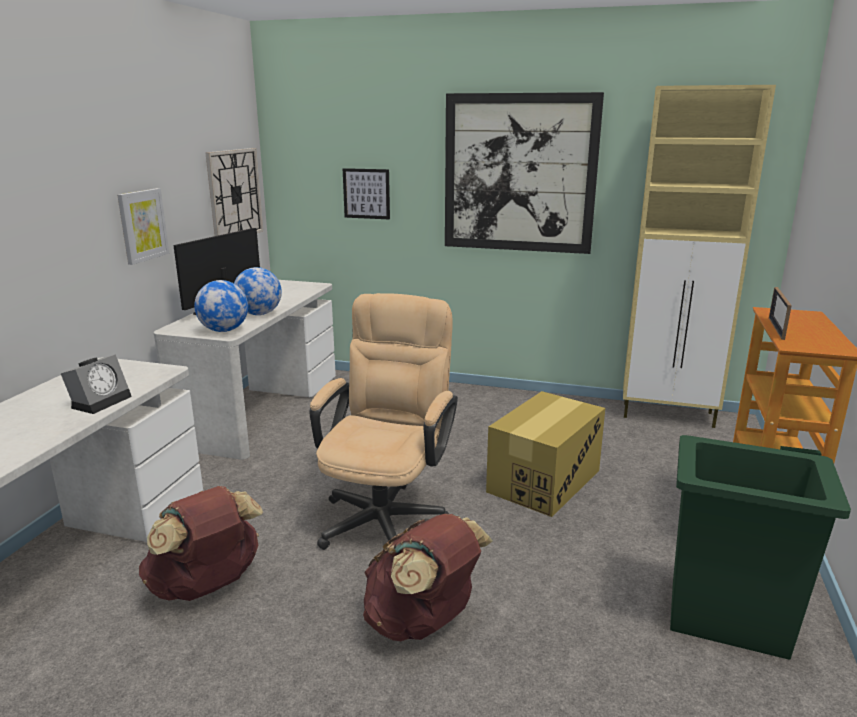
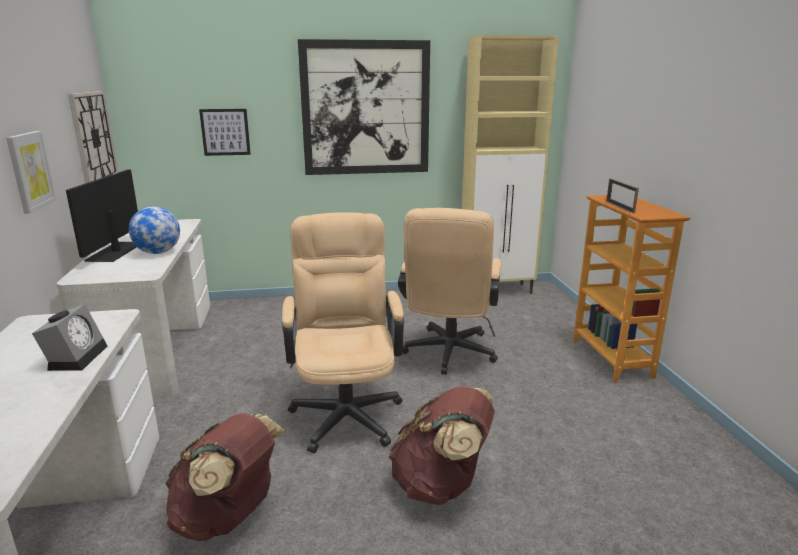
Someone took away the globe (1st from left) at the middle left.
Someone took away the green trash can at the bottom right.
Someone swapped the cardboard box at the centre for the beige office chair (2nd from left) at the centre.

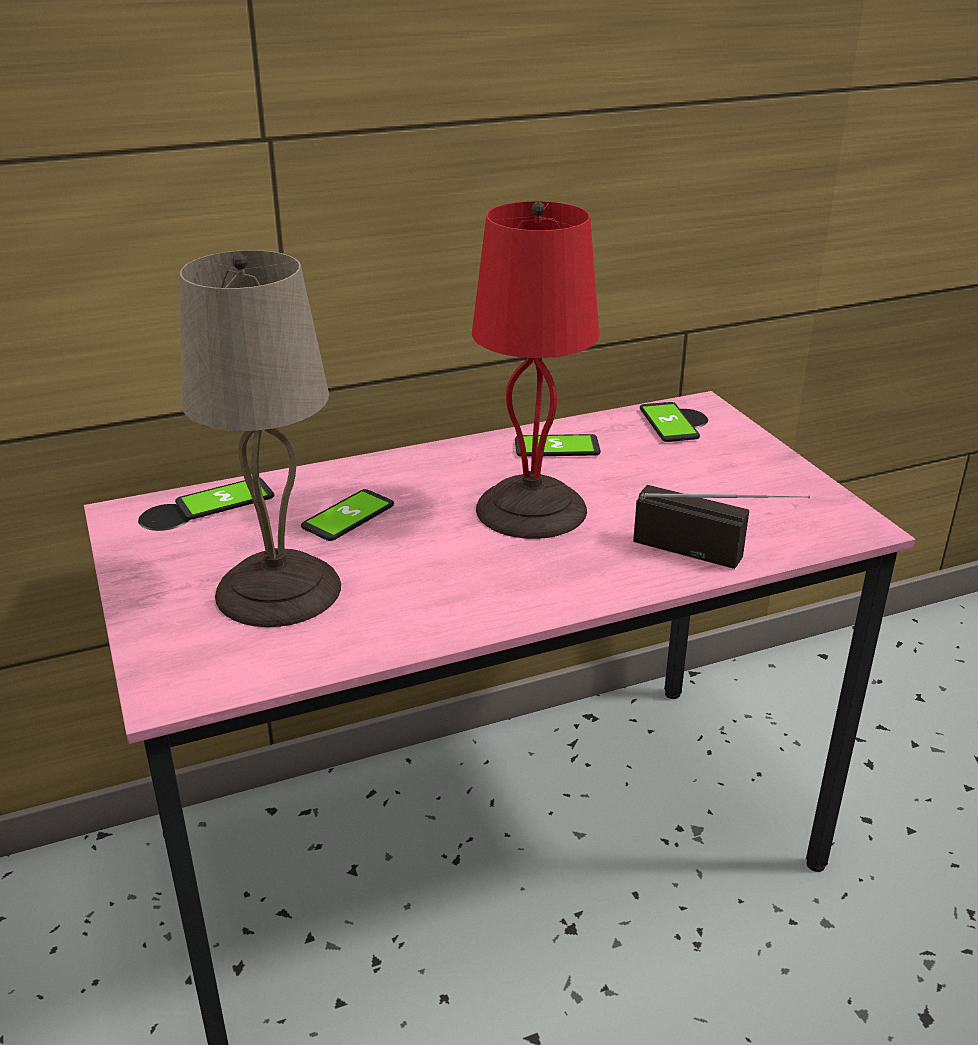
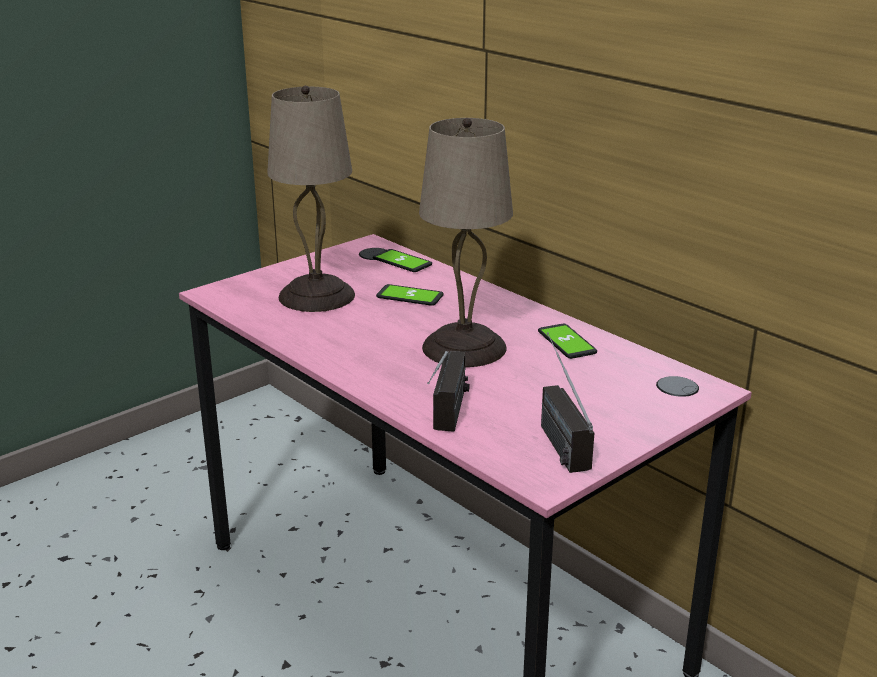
Someone took away the phone (4th from left) at the middle right.
Someone put down the radio (2nd from left) at the centre.
Someone repainted the red table lamp at the centre, which became the beige table lamp (2nd from left) at the centre.

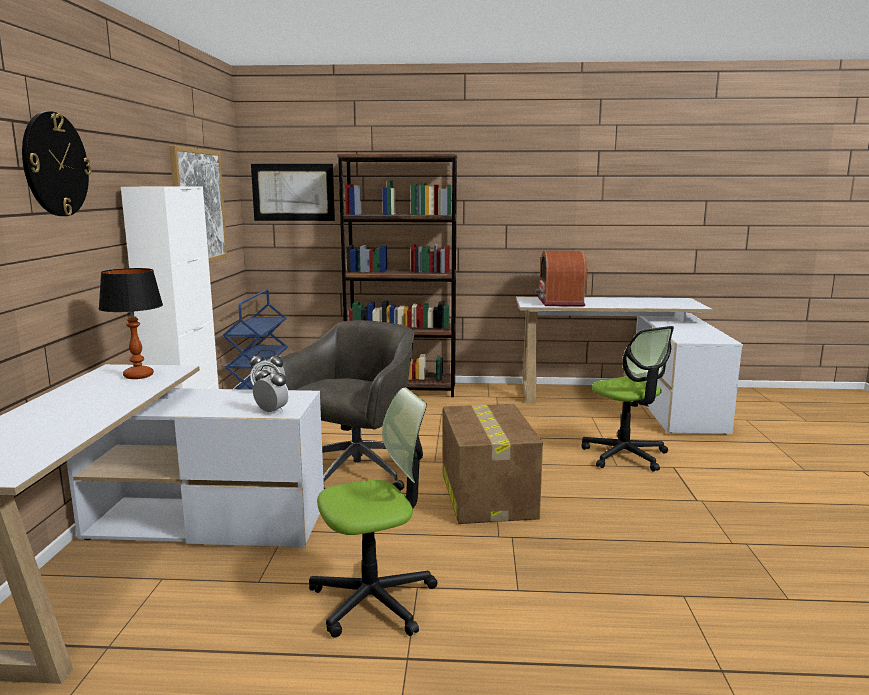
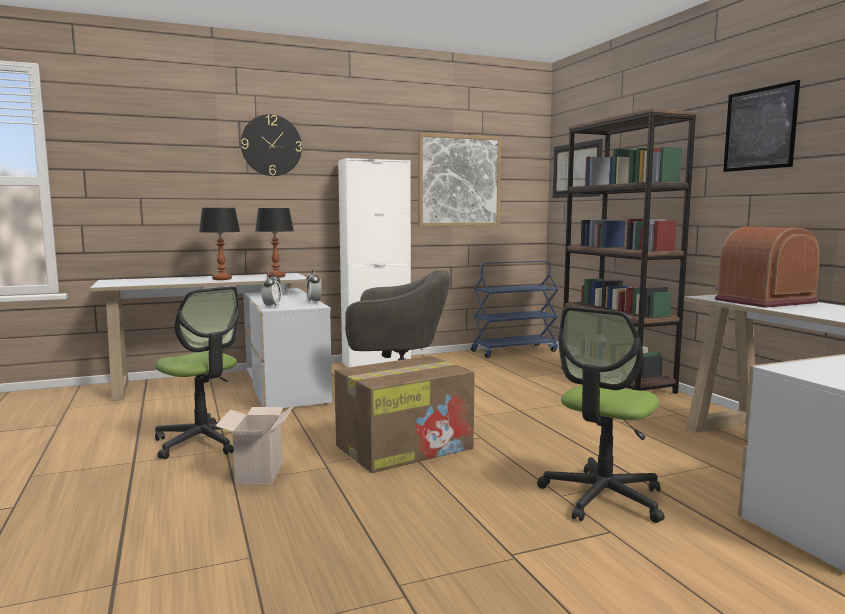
Someone put down the table lamp (1st from left) at the middle left.
Someone put down the cardboard box (1st from left) at the bottom left.
Someone put up the picture (3rd from left) at the top right.

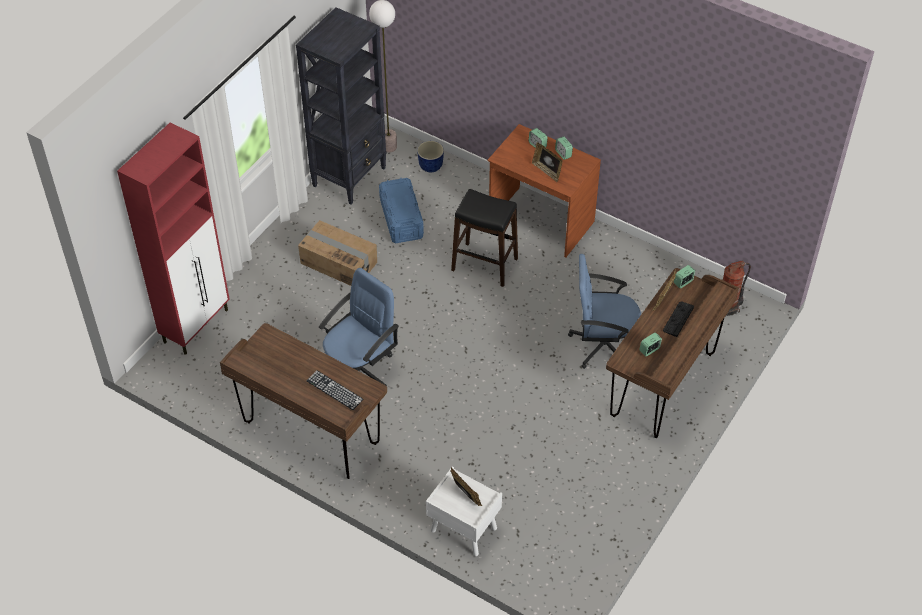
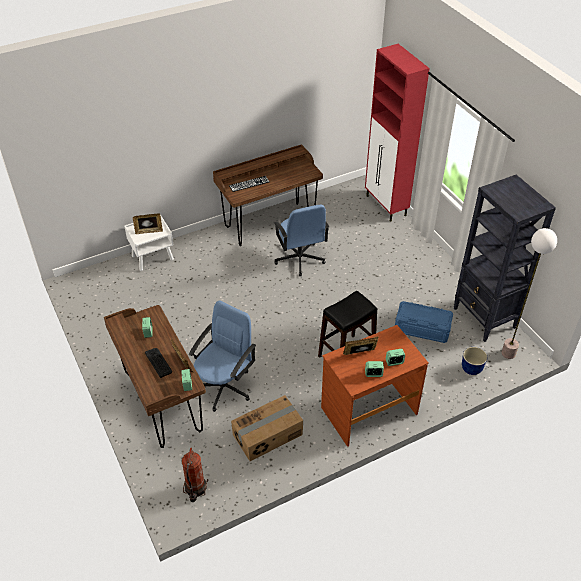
Someone carried the cardboard box from the centre to the bottom centre.

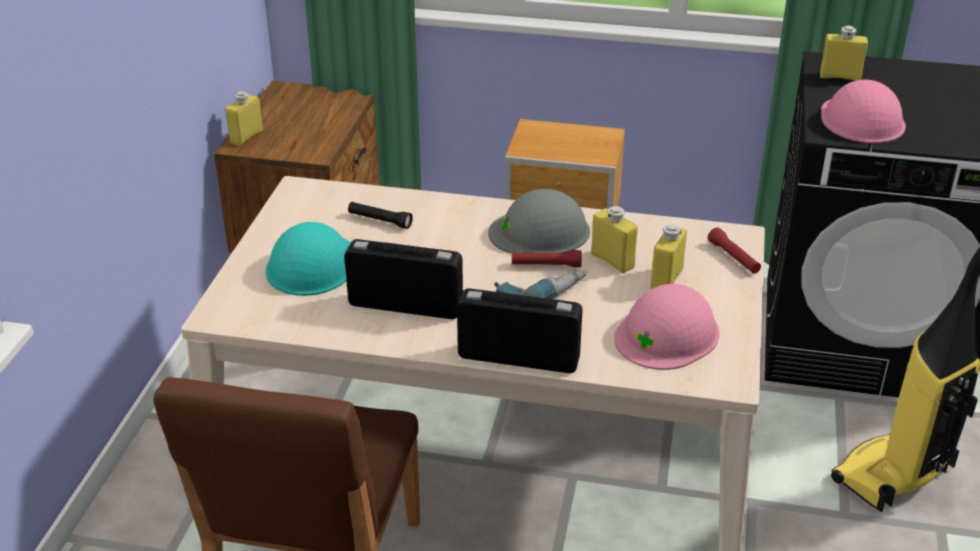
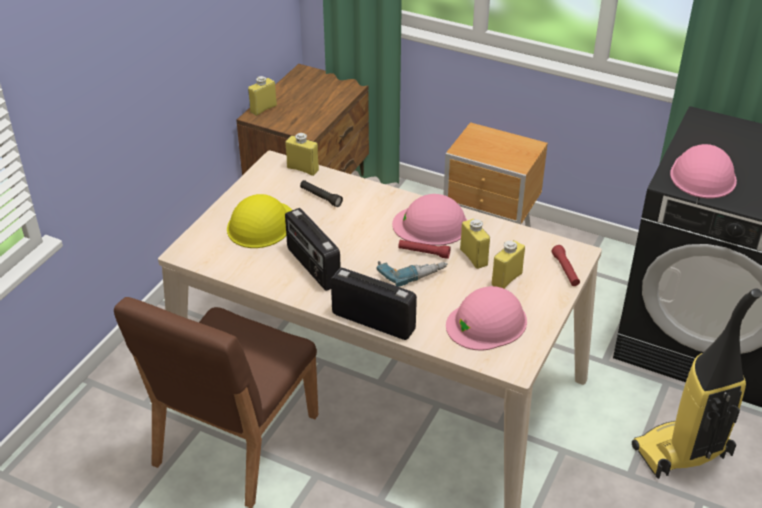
Someone carried the yellow bottle (4th from left in the first image) from the top right to the top centre.
Someone repainted the turquoise hard hat at the middle left, which became the yellow hard hat at the centre.
Someone repainted the grey hard hat at the centre, which became the pink hard hat (1st from left) at the centre.
Someone rotated the radio (1st from left) at the centre by 150 degrees counterclockwise.

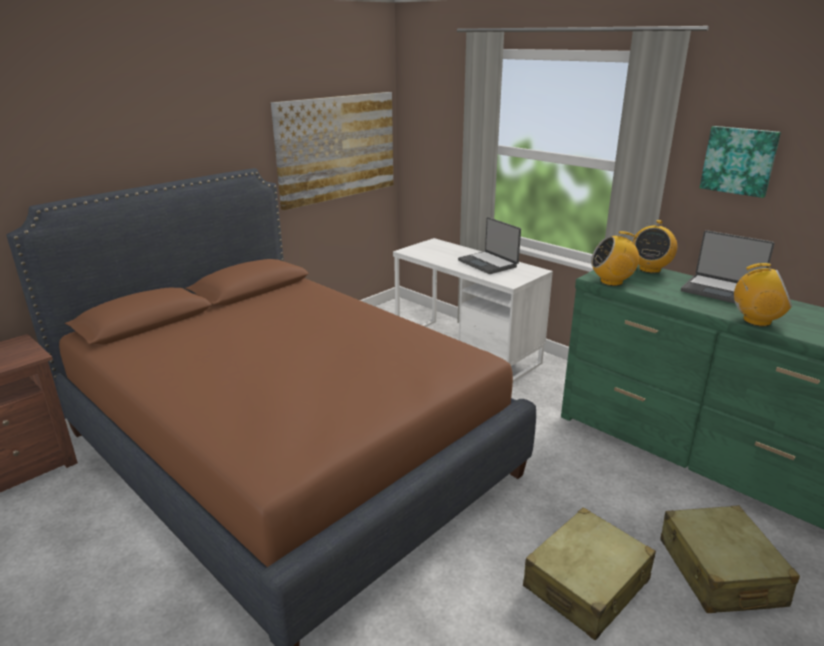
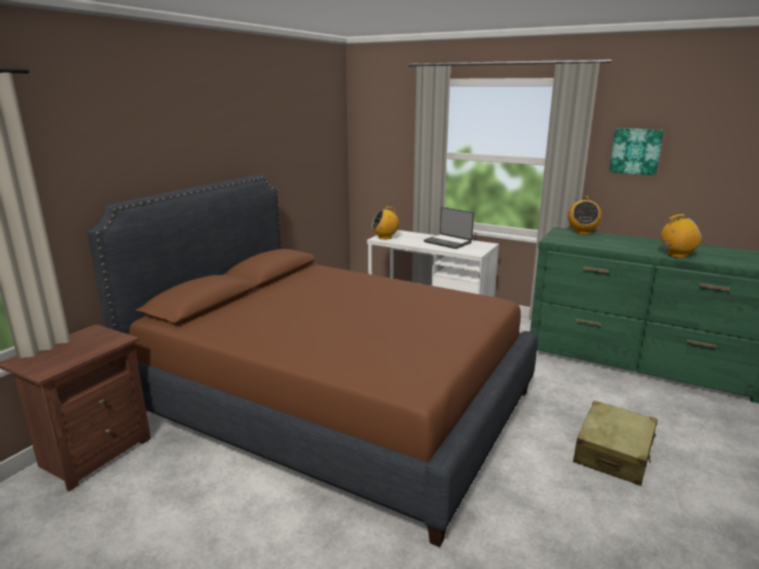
Someone took away the picture (1st from left) at the top centre.
Someone took away the beige suitcase (2nd from left) at the bottom right.
Someone took away the laptop (2nd from left) at the middle right.
Someone carried the radio (1st from left) from the middle right to the centre.

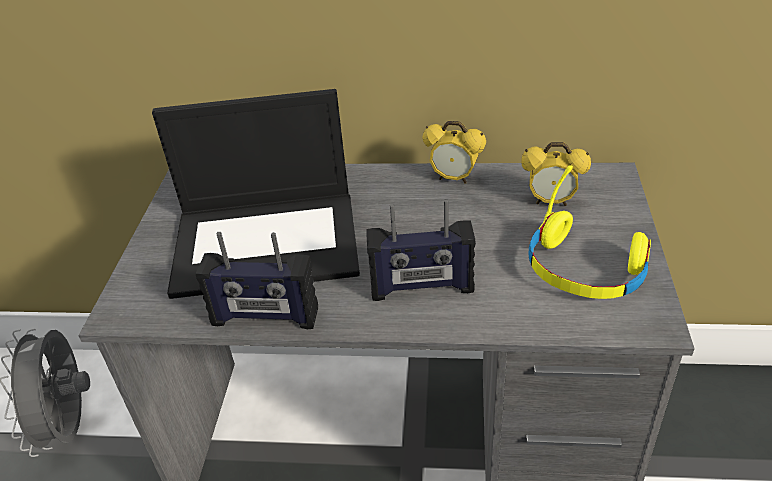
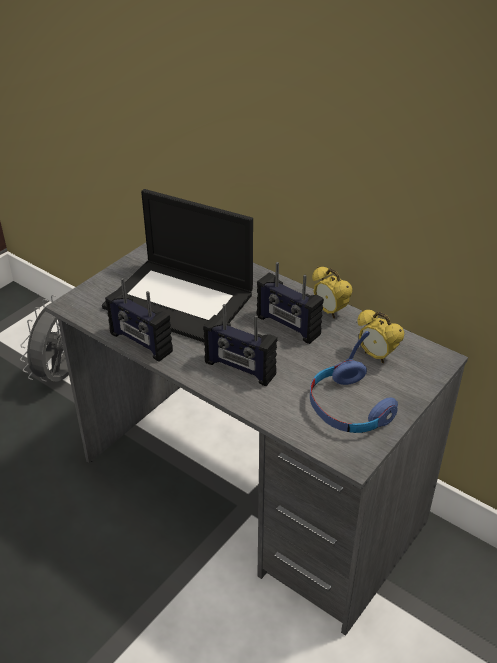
Someone put down the radio (3rd from left) at the centre.
Someone repainted the yellow headphones at the middle right, which became the blue headphones at the middle right.

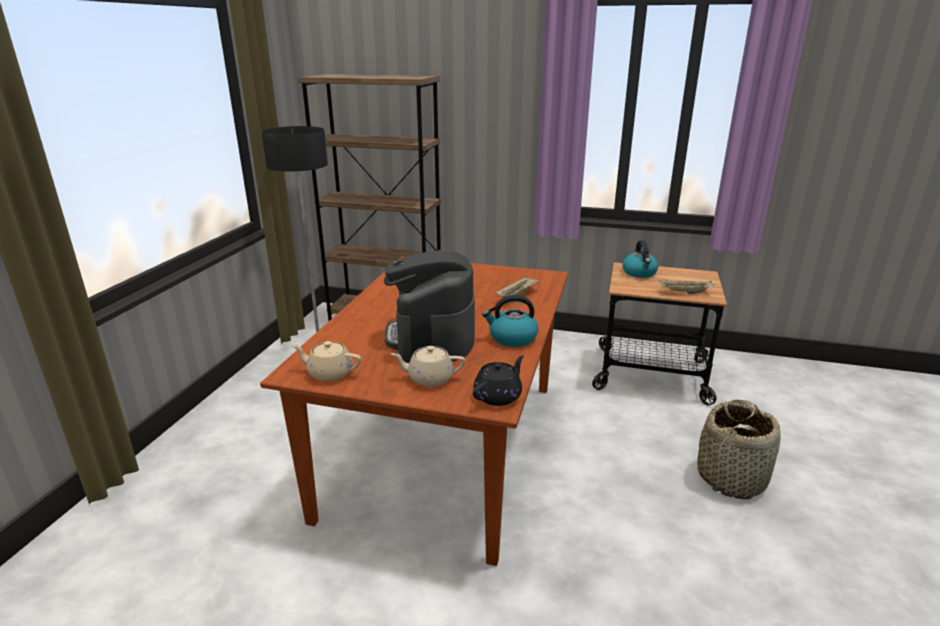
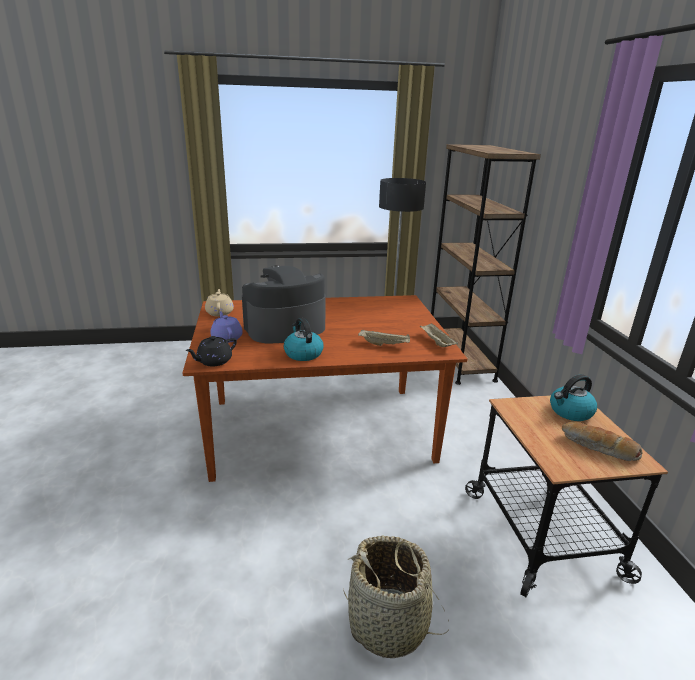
Someone put down the bread at the middle right.
Someone carried the beige tray (2nd from left) from the middle right to the centre.
Someone repainted the beige teapot (2nd from left) at the centre, which became the purple teapot at the middle left.
Someone rotated the black teapot at the centre by 120 degrees clockwise.

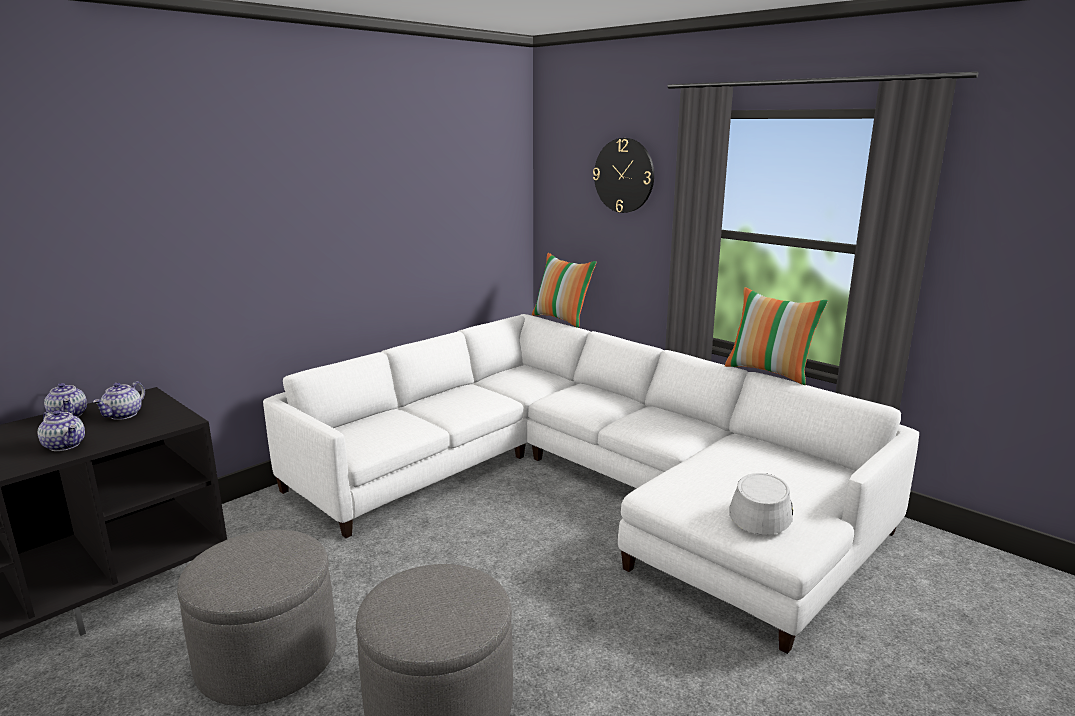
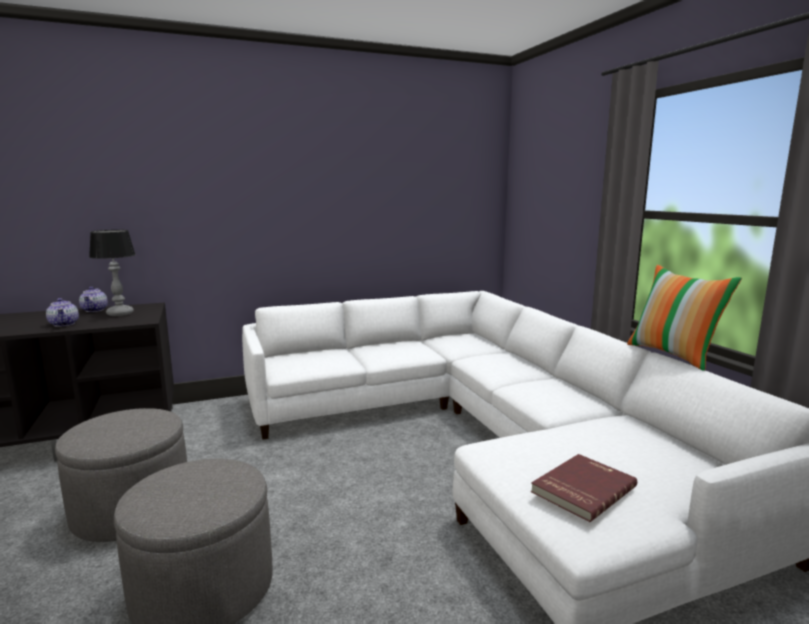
Someone took away the pillow (1st from left) at the centre.
Someone took away the wall clock at the top centre.
Someone swapped the teapot (3rd from left) at the middle left for the table lamp at the middle left.
Someone swapped the grey hat at the bottom right for the red book at the bottom right.

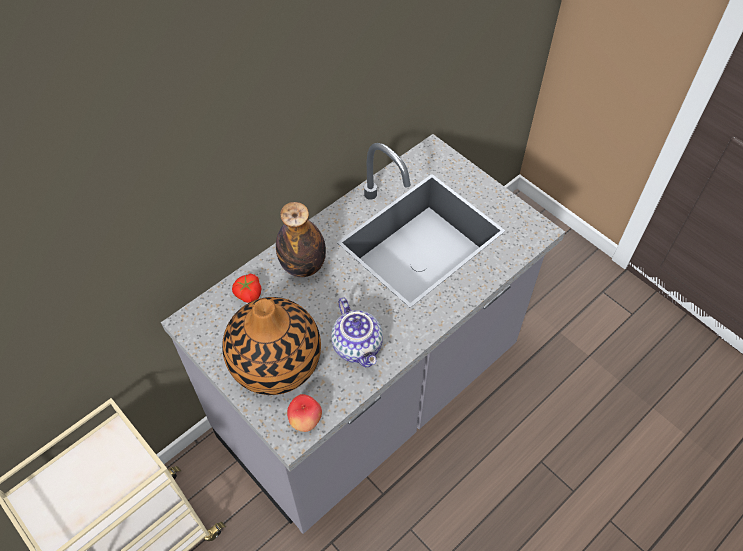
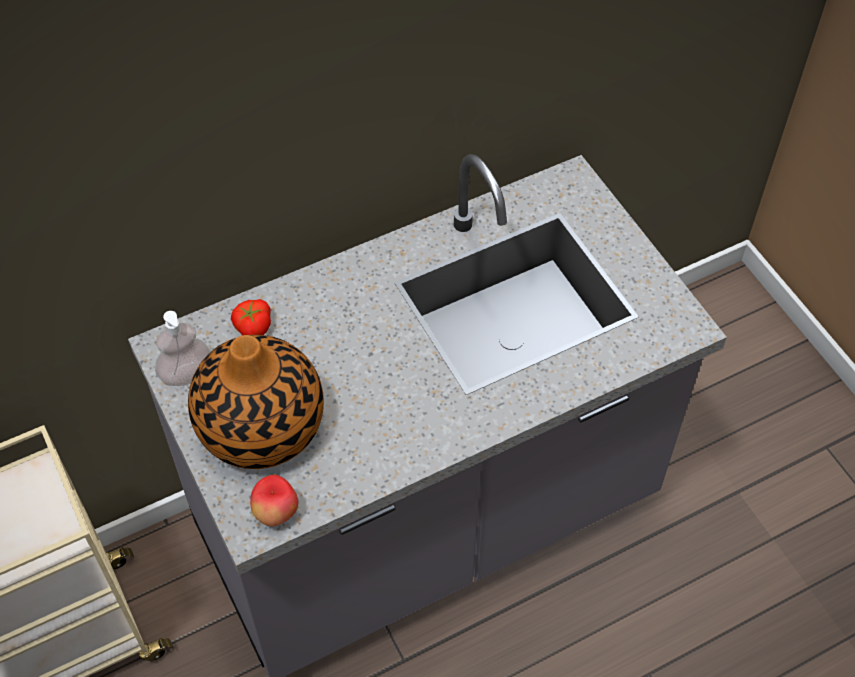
Someone took away the bottle at the centre.
Someone took away the teapot at the centre.
Someone put down the soap dispenser at the middle left.

